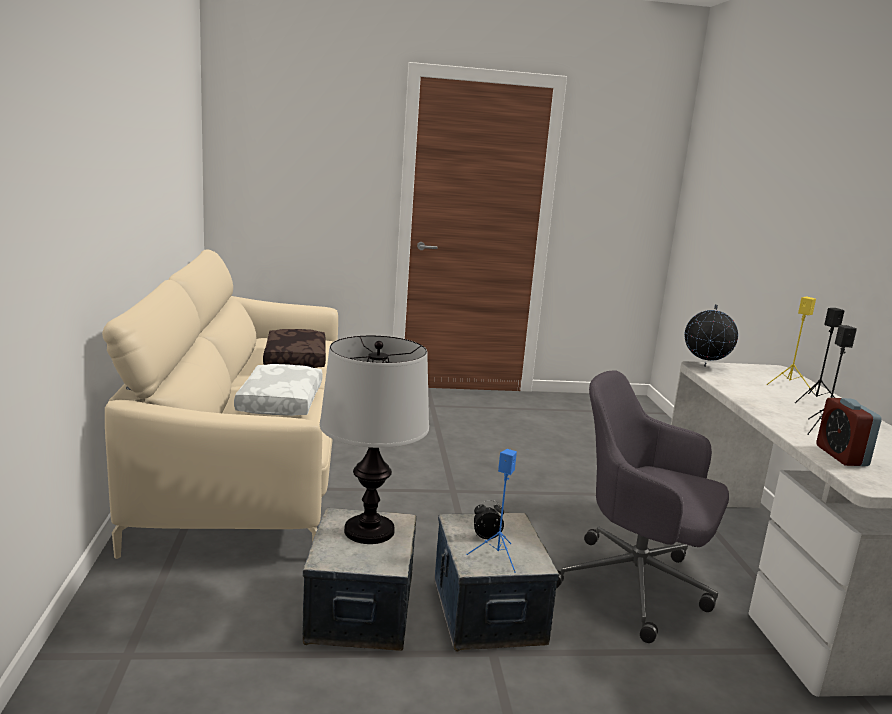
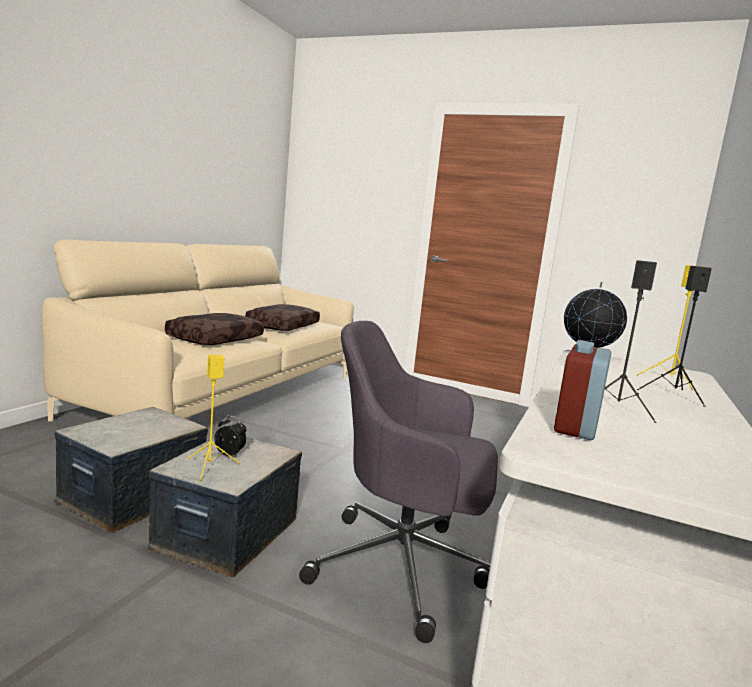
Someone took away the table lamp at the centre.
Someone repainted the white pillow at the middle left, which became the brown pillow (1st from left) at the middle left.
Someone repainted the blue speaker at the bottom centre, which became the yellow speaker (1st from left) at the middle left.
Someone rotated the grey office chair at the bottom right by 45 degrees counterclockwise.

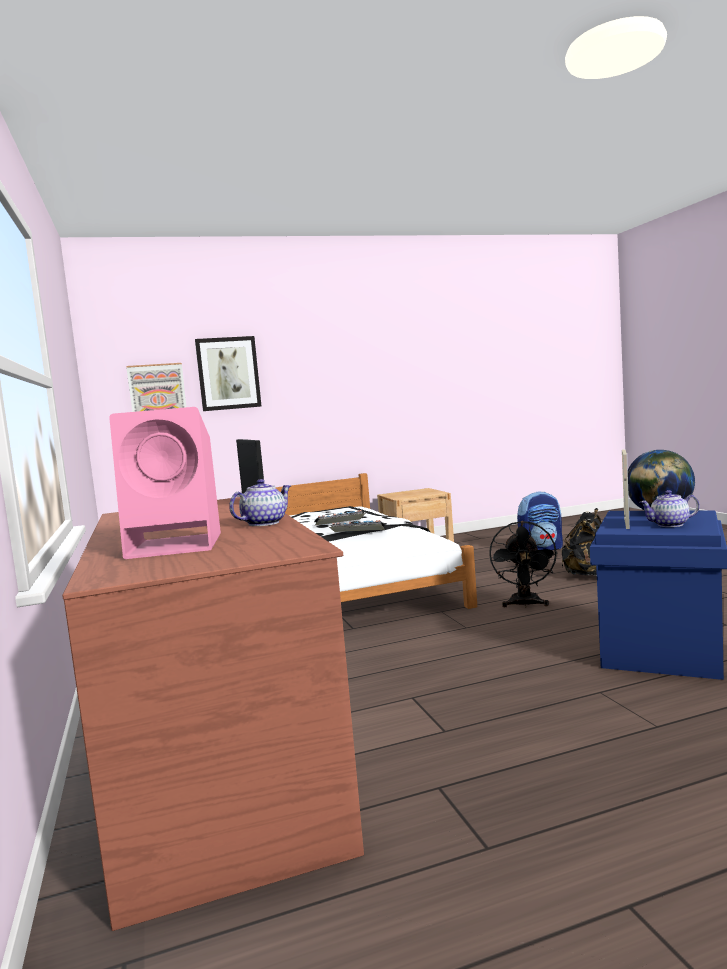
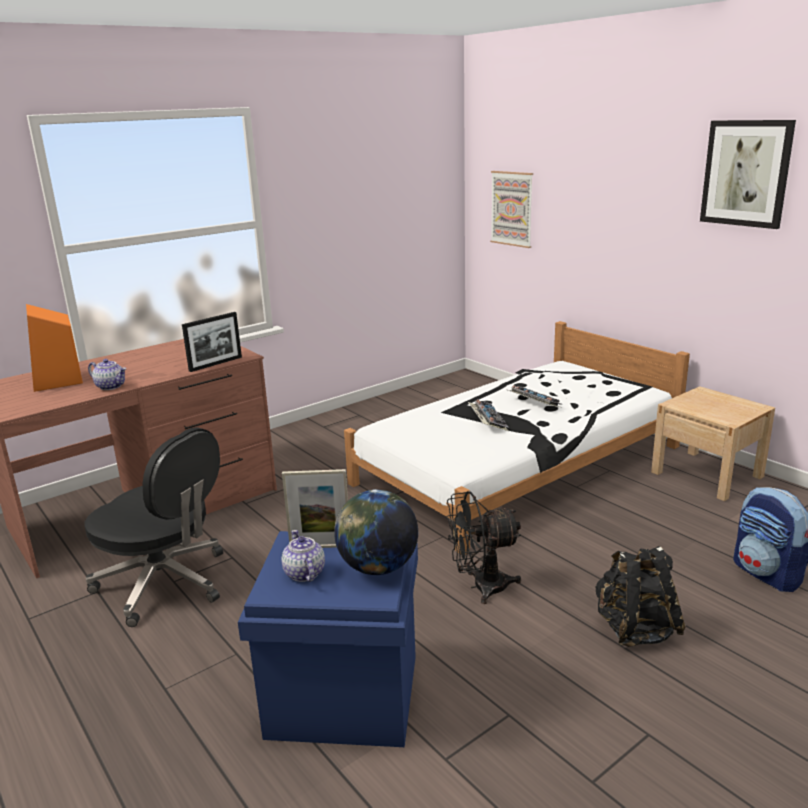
Someone put down the black office chair at the middle left.
Someone carried the picture (2nd from left) from the middle left to the top right.
Someone repainted the pink speaker at the middle left, which became the orange speaker at the middle left.

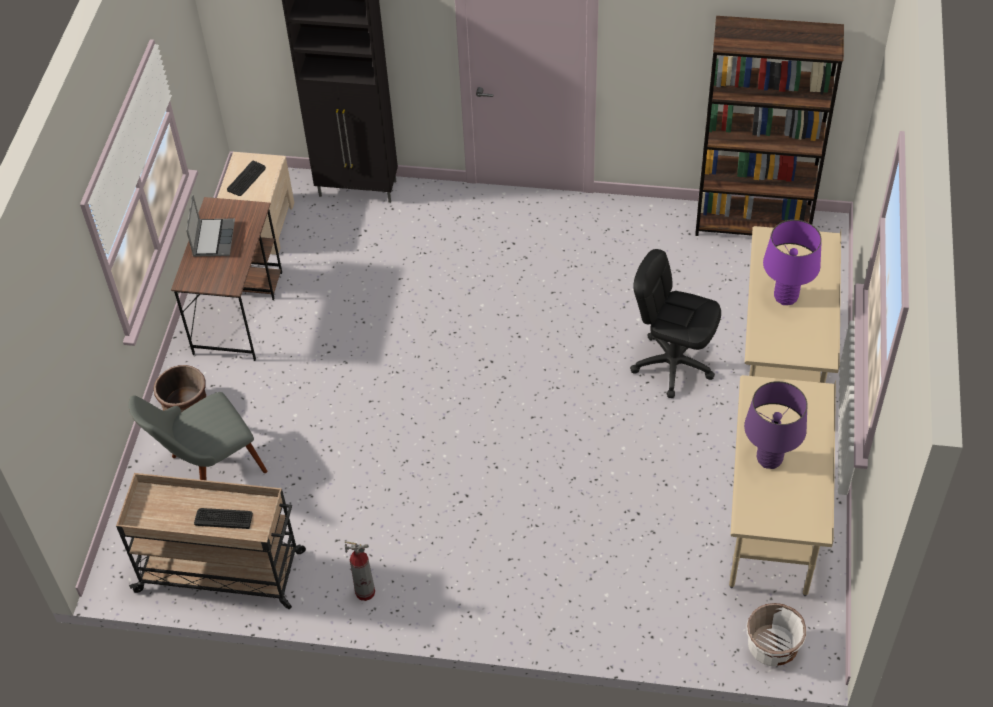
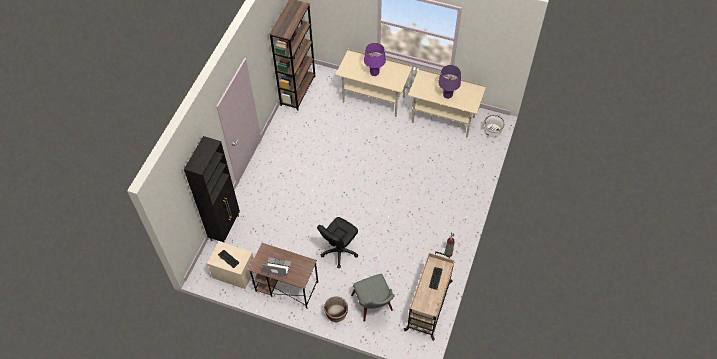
Someone carried the black office chair from the middle right to the bottom centre.

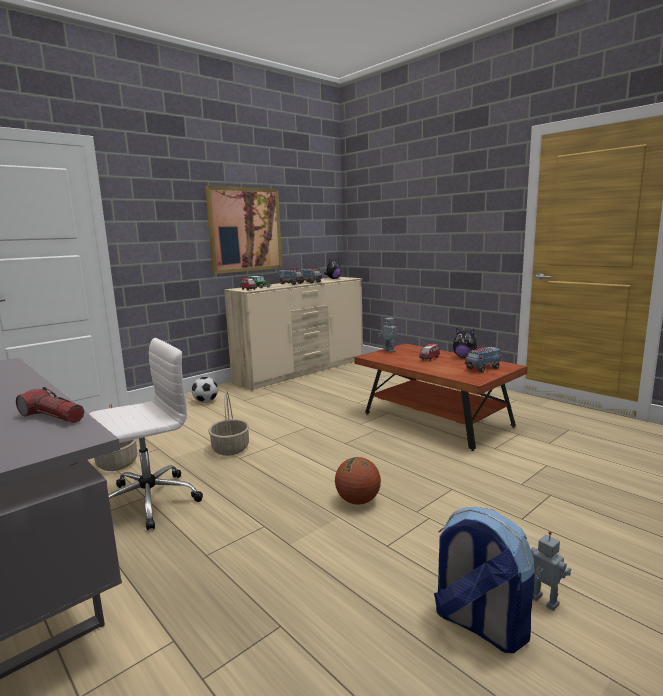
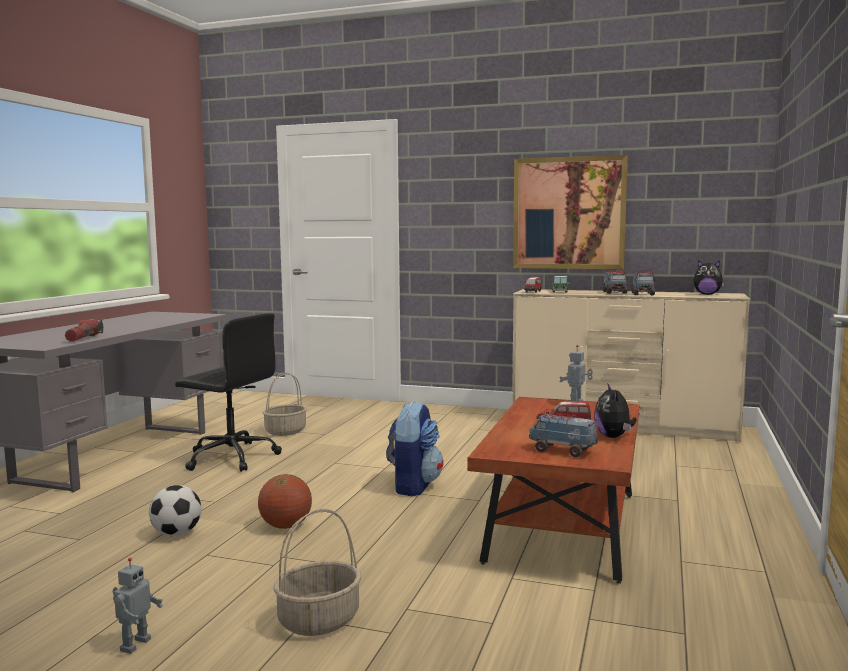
Someone carried the football from the middle left to the bottom left.
Someone carried the basket (2nd from left) from the centre to the bottom centre.
Someone carried the backpack from the bottom right to the bottom centre.
Someone repainted the white office chair at the middle left, which became the black office chair at the middle left.

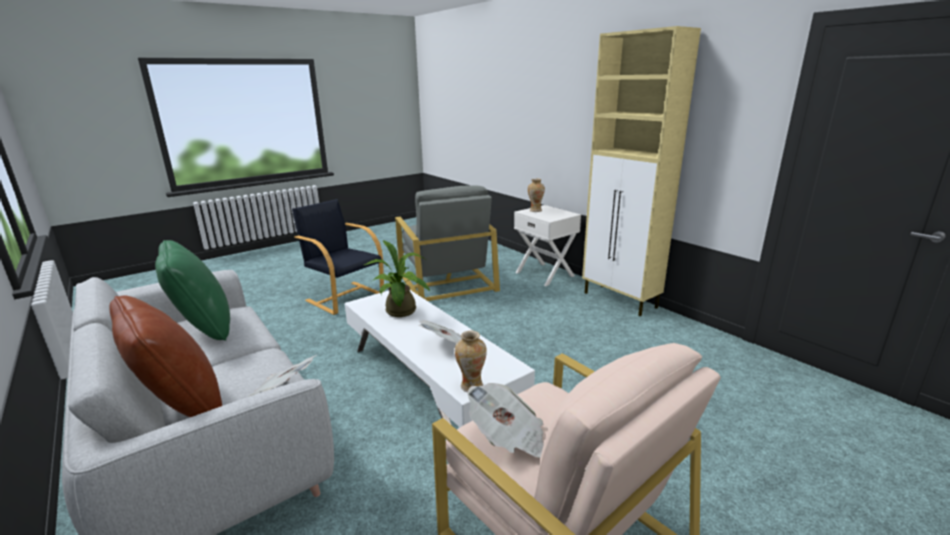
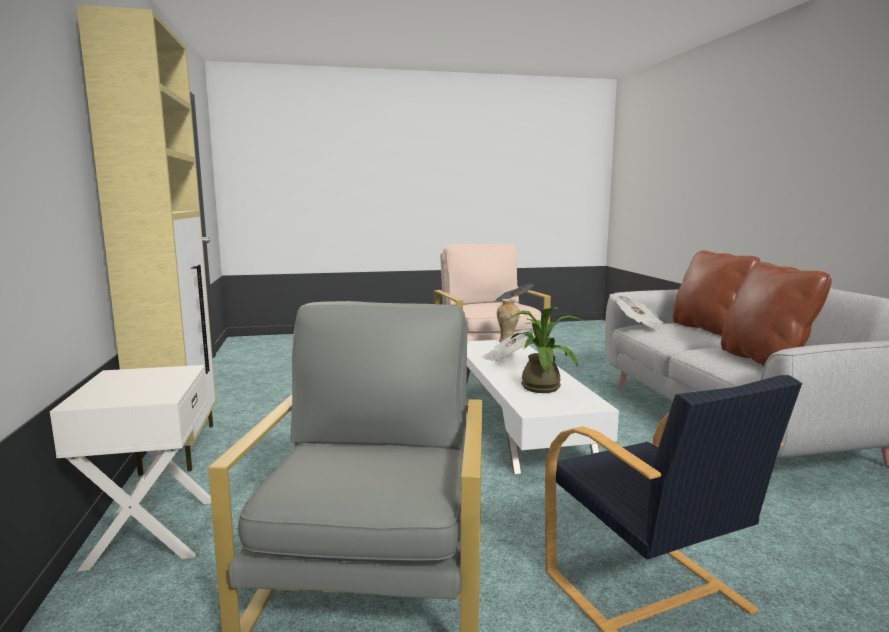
Someone took away the vase (2nd from left) at the centre.
Someone repainted the green pillow at the middle left, which became the brown pillow (2nd from left) at the middle right.

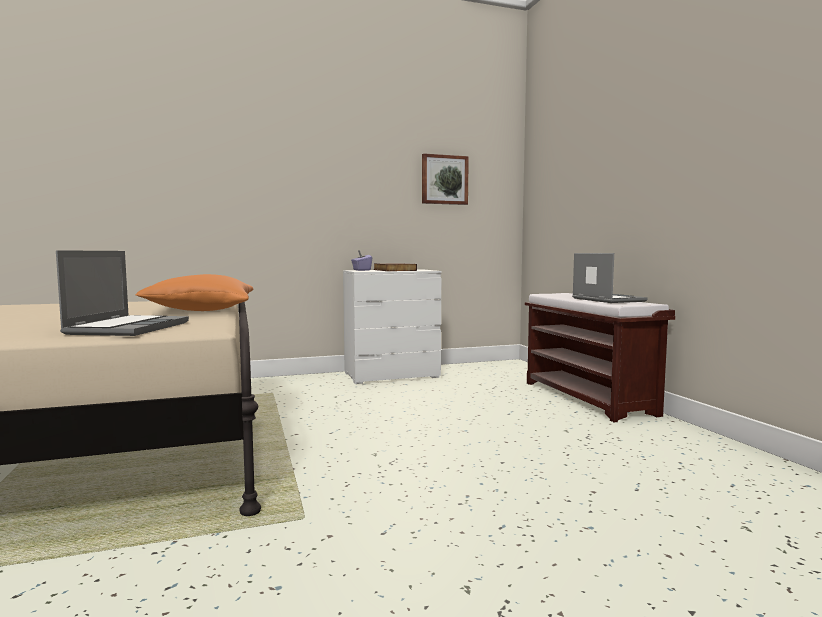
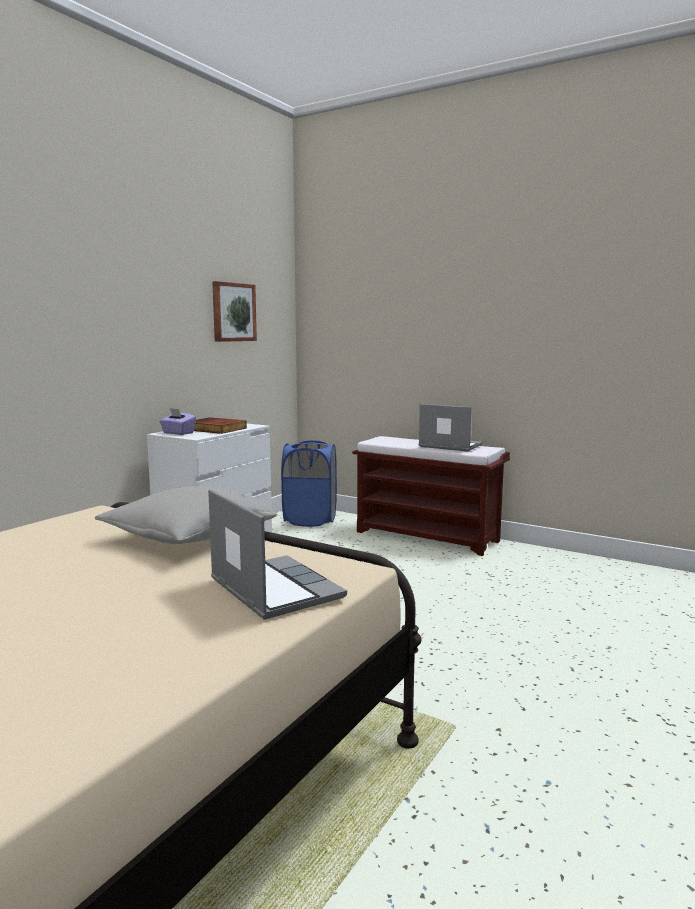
Someone put down the blue laundry basket at the centre.
Someone repainted the orange pillow at the middle left, which became the grey pillow at the middle left.

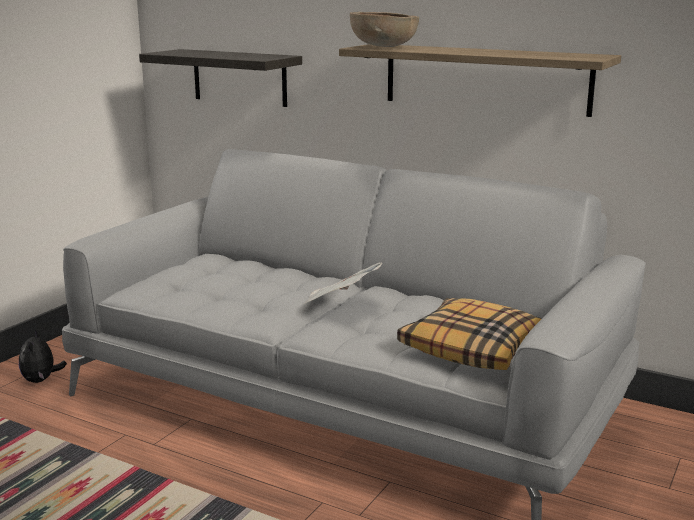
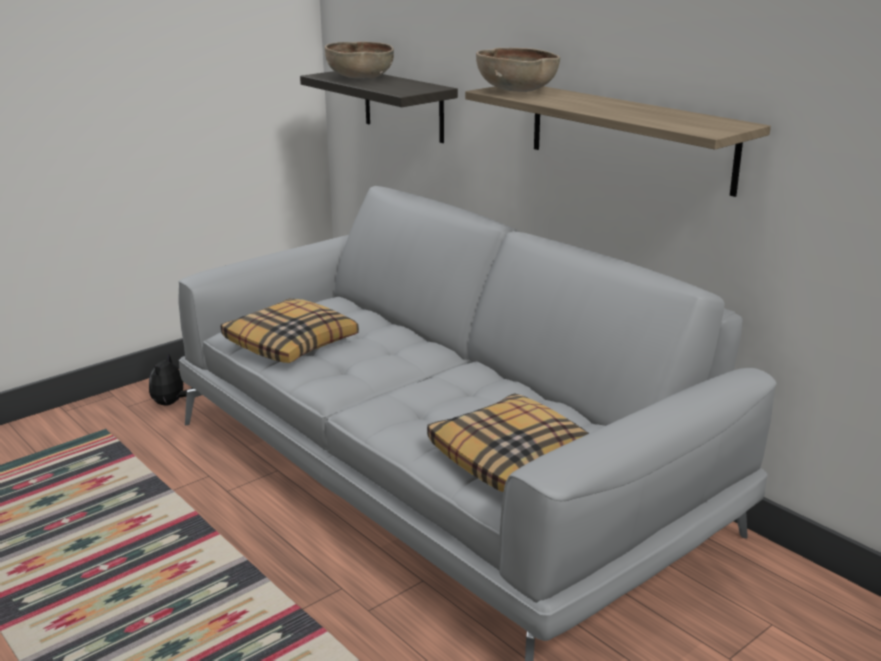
Someone took away the newspaper at the centre.
Someone put down the pillow (1st from left) at the middle left.
Someone put down the brown bowl (1st from left) at the top centre.

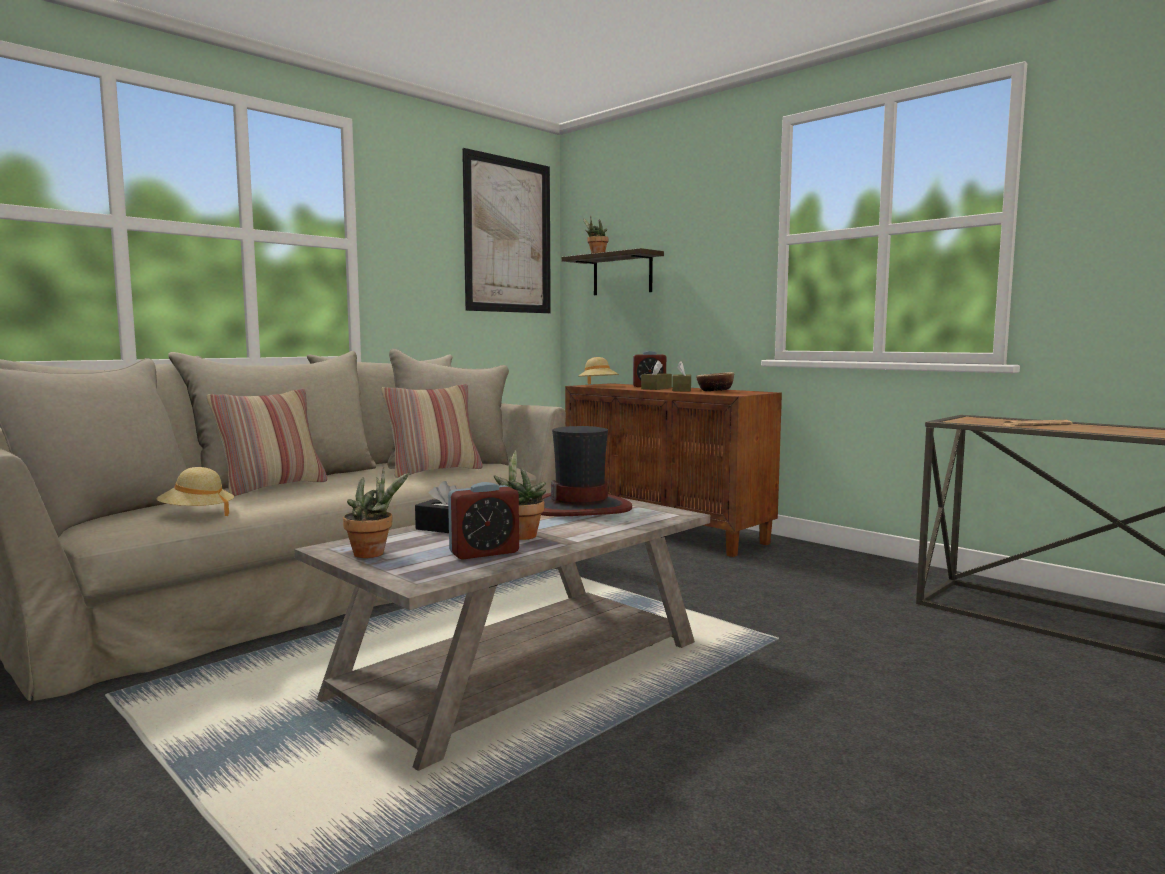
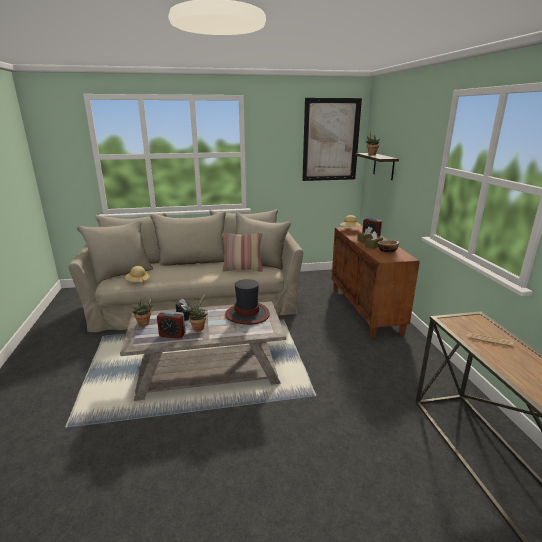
Someone took away the pillow (1st from left) at the middle left.

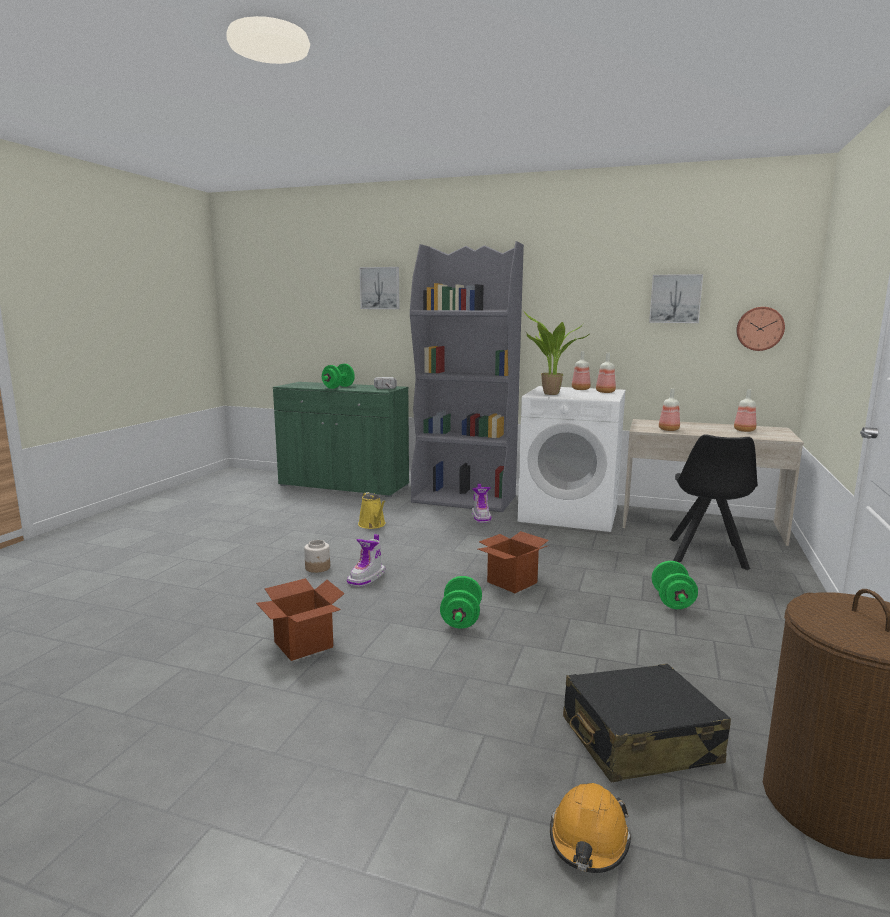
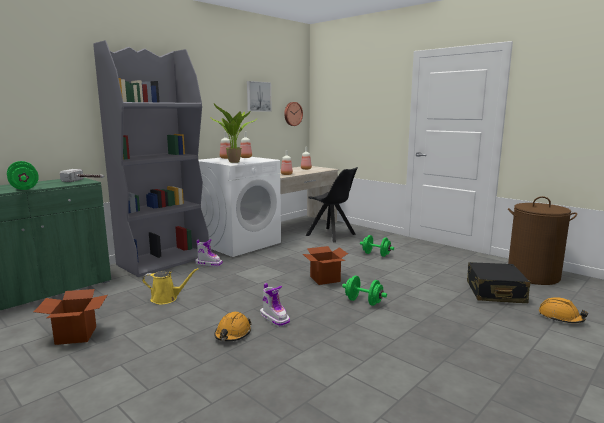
Someone took away the picture (1st from left) at the top centre.
Someone carried the cardboard box (1st from left) from the bottom centre to the bottom left.
Someone swapped the jar at the centre for the orange hard hat (1st from left) at the bottom centre.

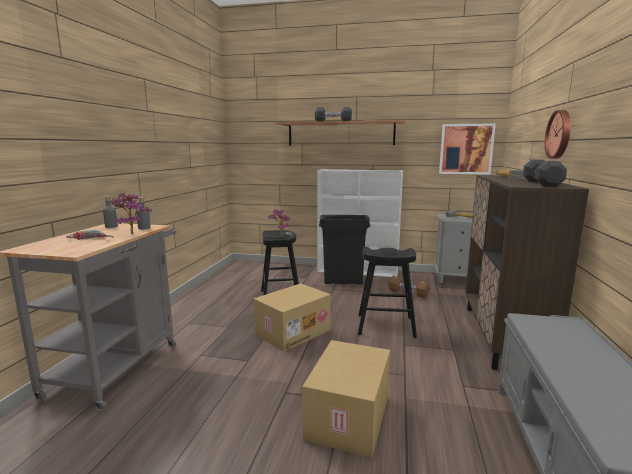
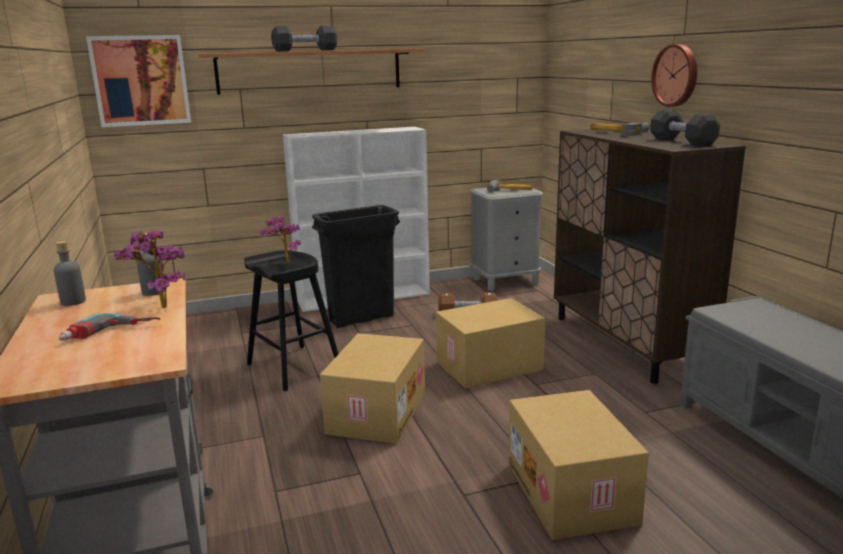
Someone carried the picture from the top right to the top left.
Someone swapped the black stool (2nd from left) at the centre for the cardboard box (2nd from left) at the centre.

